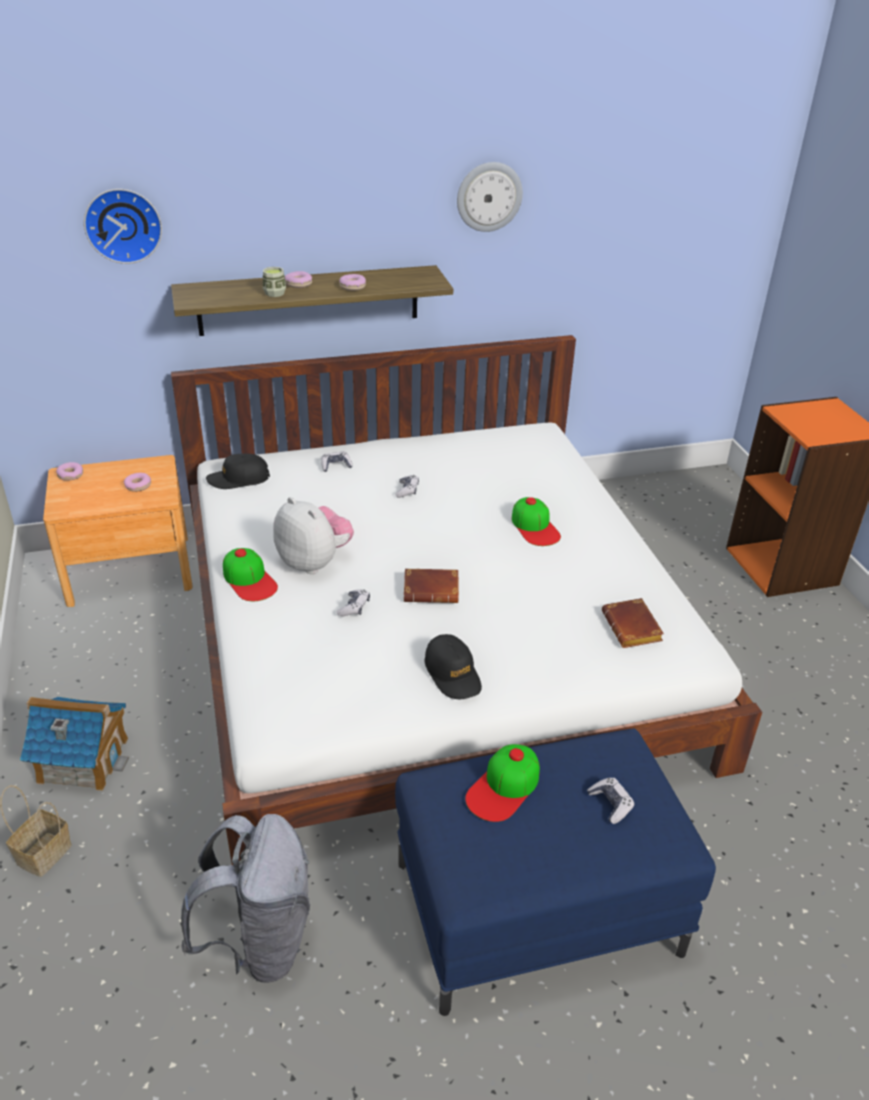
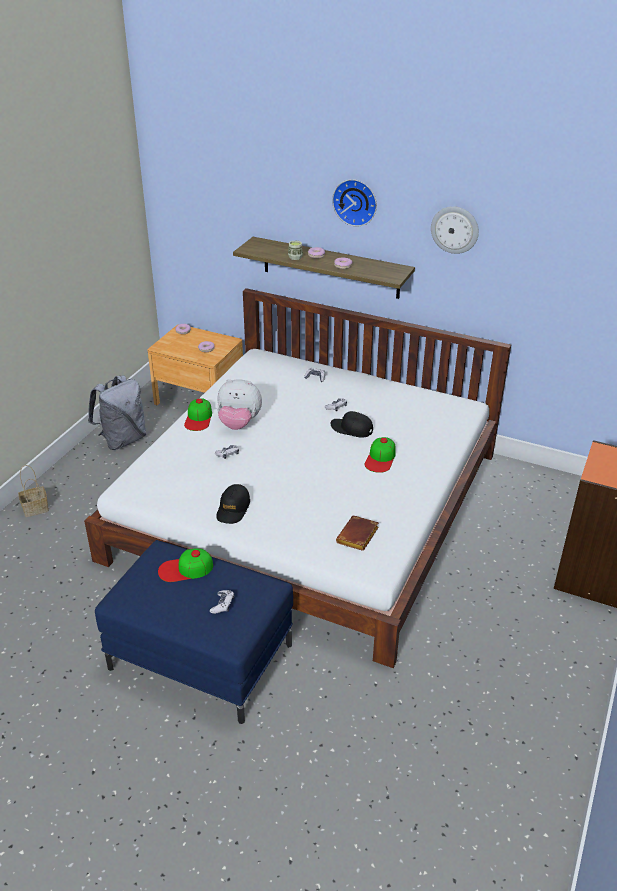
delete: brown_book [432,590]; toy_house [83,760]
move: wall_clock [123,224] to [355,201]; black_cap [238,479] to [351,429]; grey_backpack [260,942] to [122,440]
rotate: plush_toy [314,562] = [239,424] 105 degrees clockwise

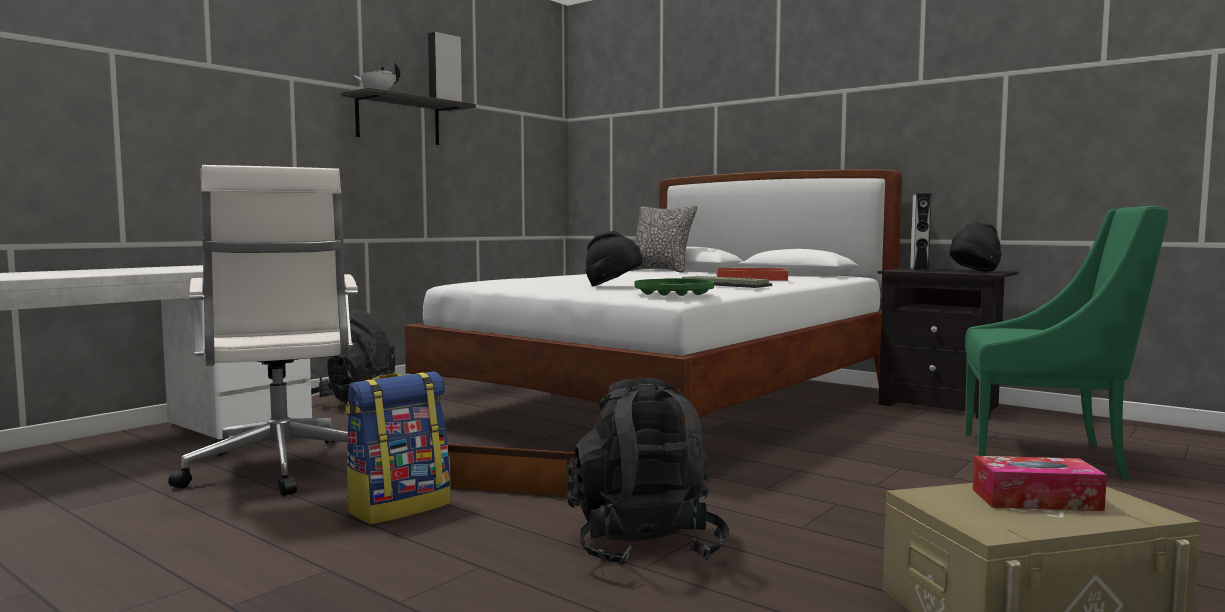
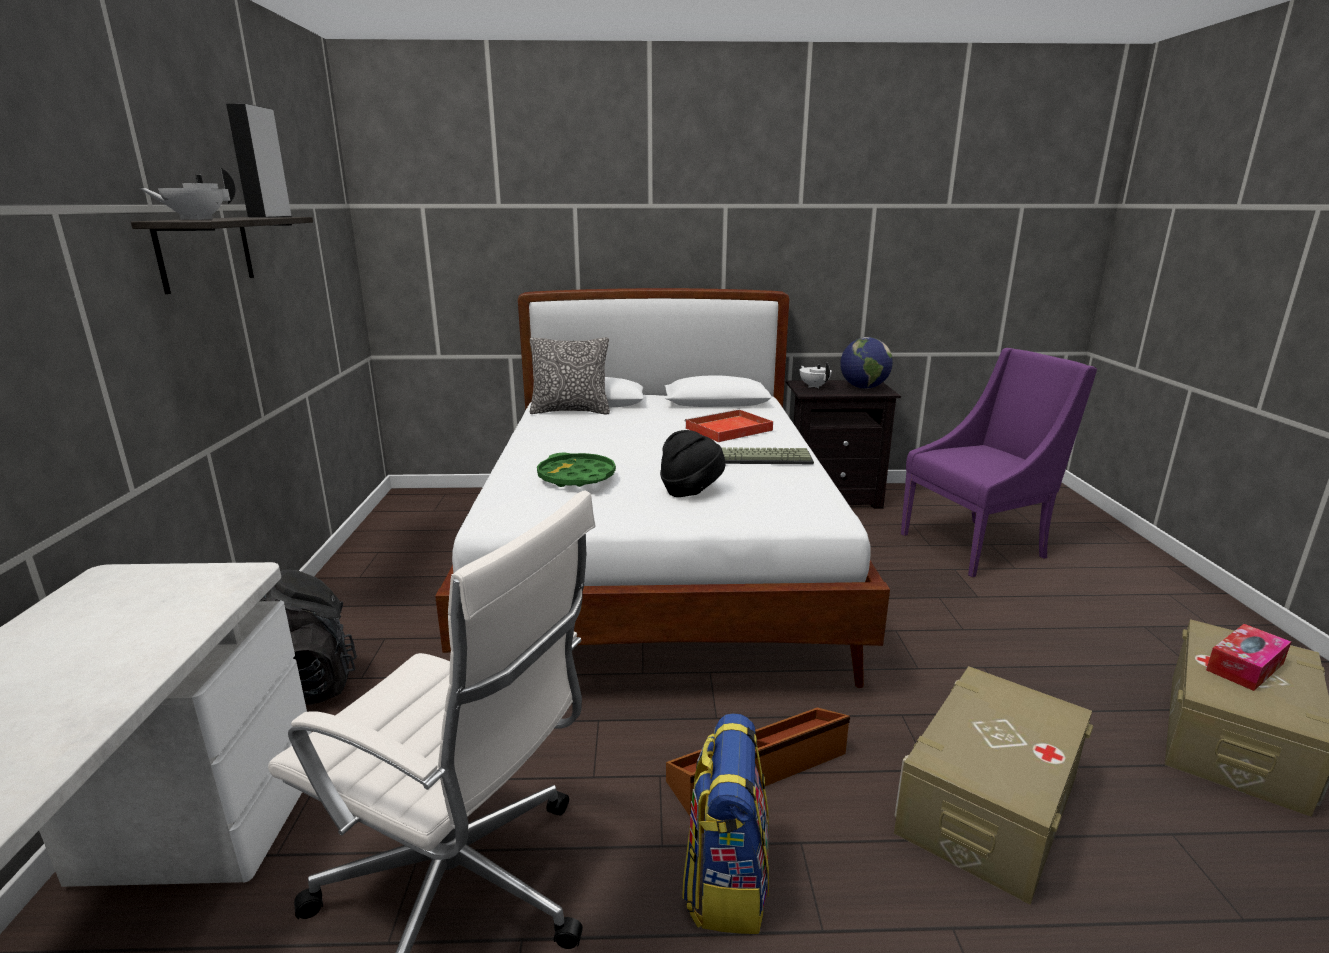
move: green_tray [674,293] to [576,477]
replace: grey_speaker [919,269] to white_teapot [814,386]; black_hat [974,271] to globe [863,387]; black_backpack [644,546] to beige_storage_box [988,804]
recolor: green_armchair [1046,456] to purple_armchair [976,545]

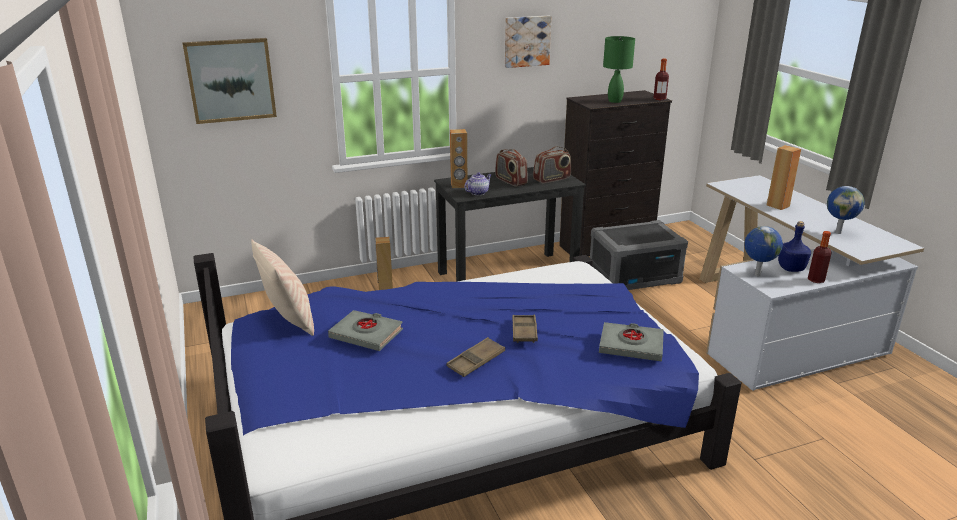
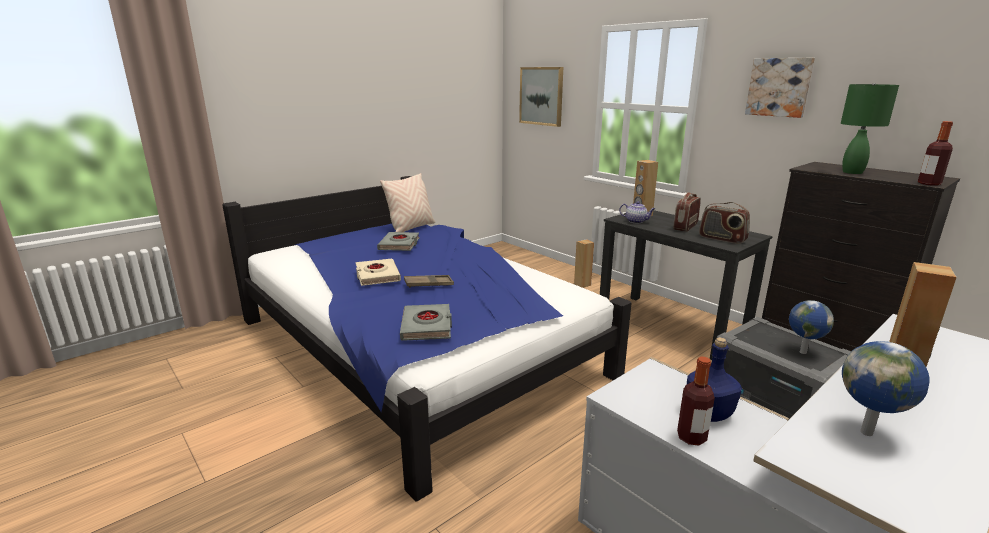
move: globe [756,275] to [802,352]
replace: brown_tray [476,361] to beige_book [377,276]

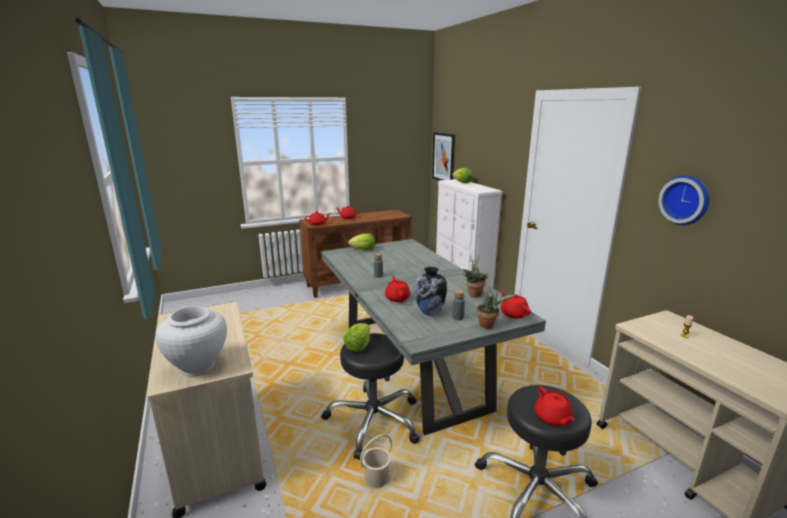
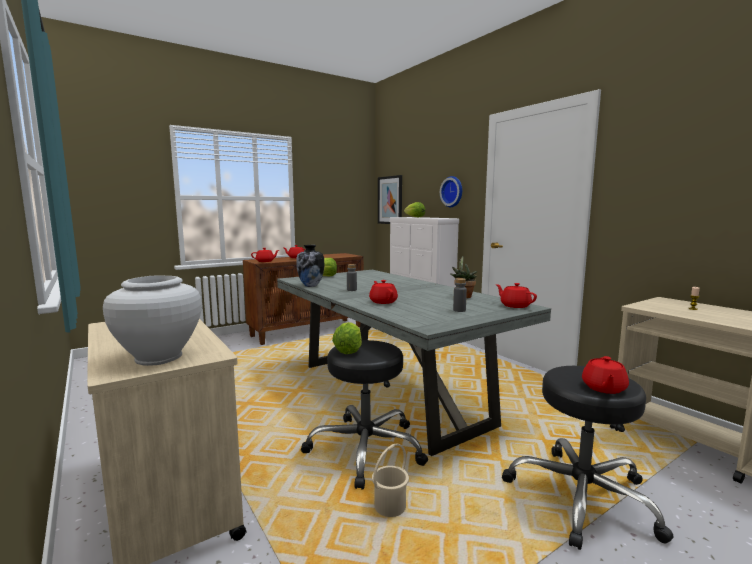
delete: potted_plant [489,325]
move: wall_clock [686,200] to [453,191]; vase [430,313] to [311,286]
rotate: red_teapot [552,418] = [603,388] 45 degrees clockwise

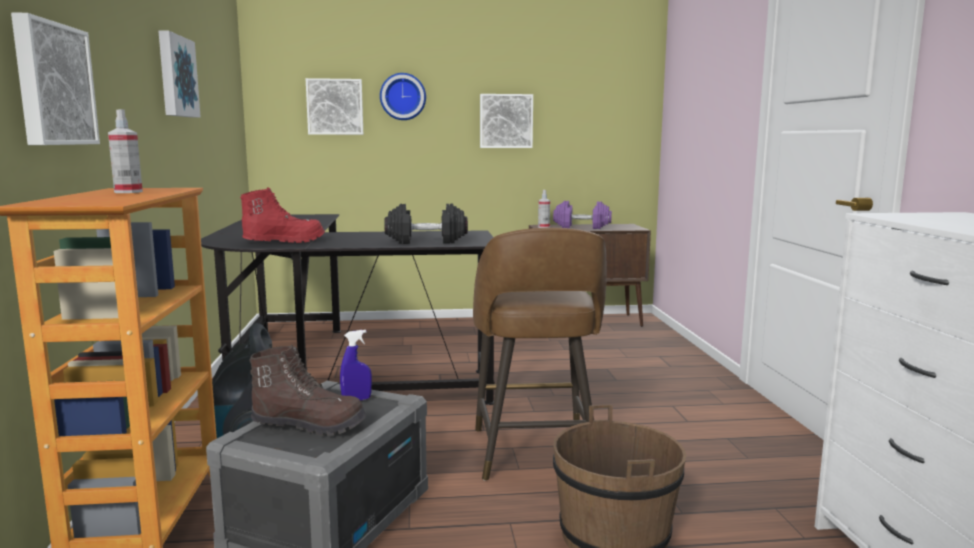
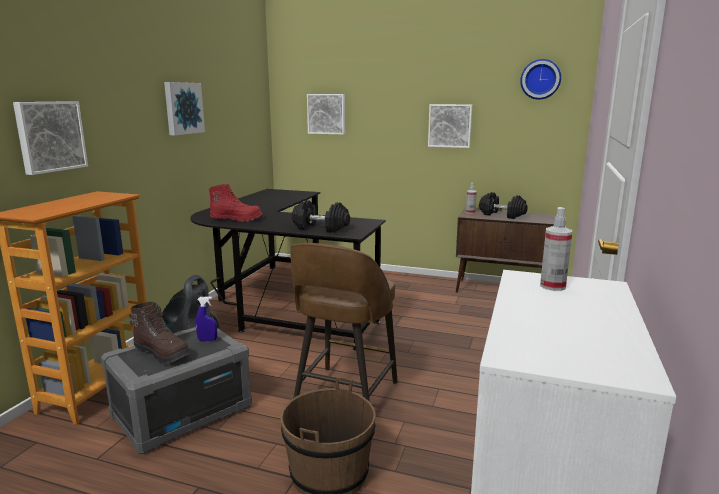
move: wall_clock [403,97] to [540,79]; spray_bottle [128,192] to [552,286]
recolor: purple_dumbbell [582,227] to black_dumbbell [502,215]

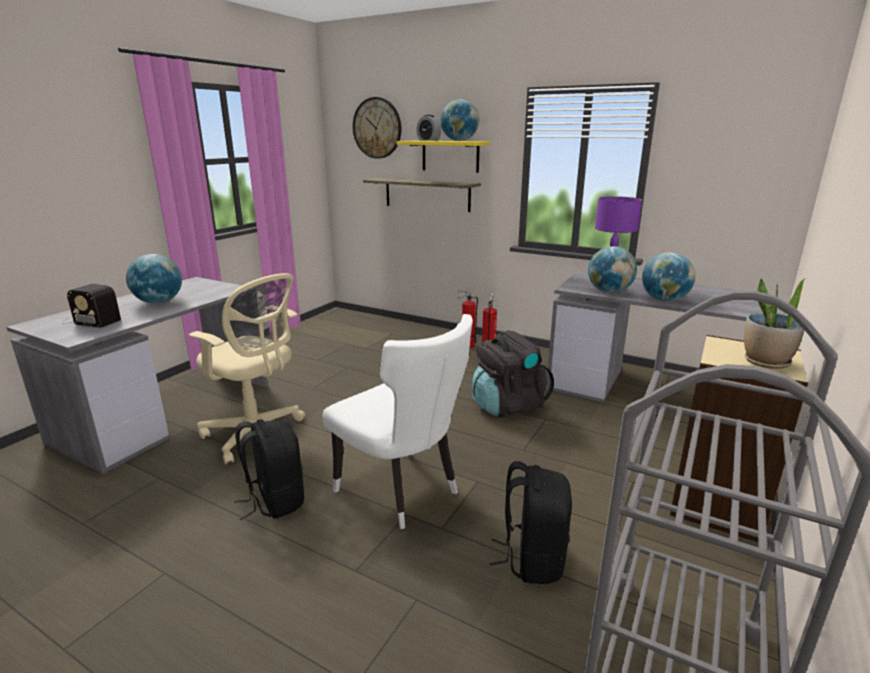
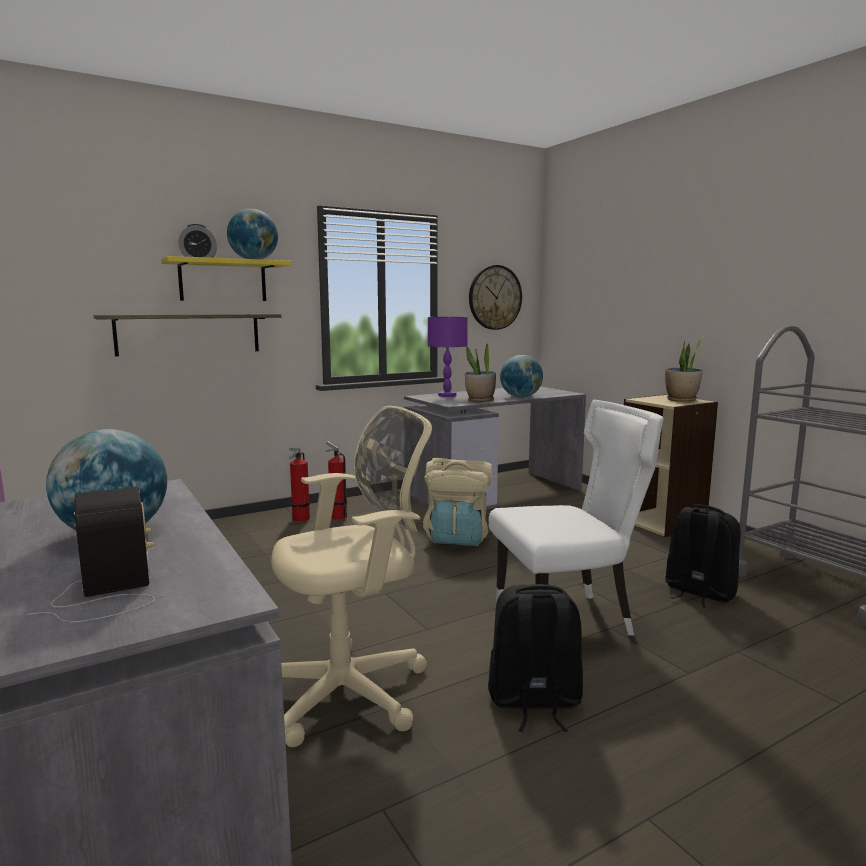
move: wall_clock [377,128] to [495,297]
replace: globe [609,292] to potted_plant [480,400]
recolor: black_backpack [507,405] to beige_backpack [457,538]
rotate: radio [90,320] = [109,589] 75 degrees counterclockwise

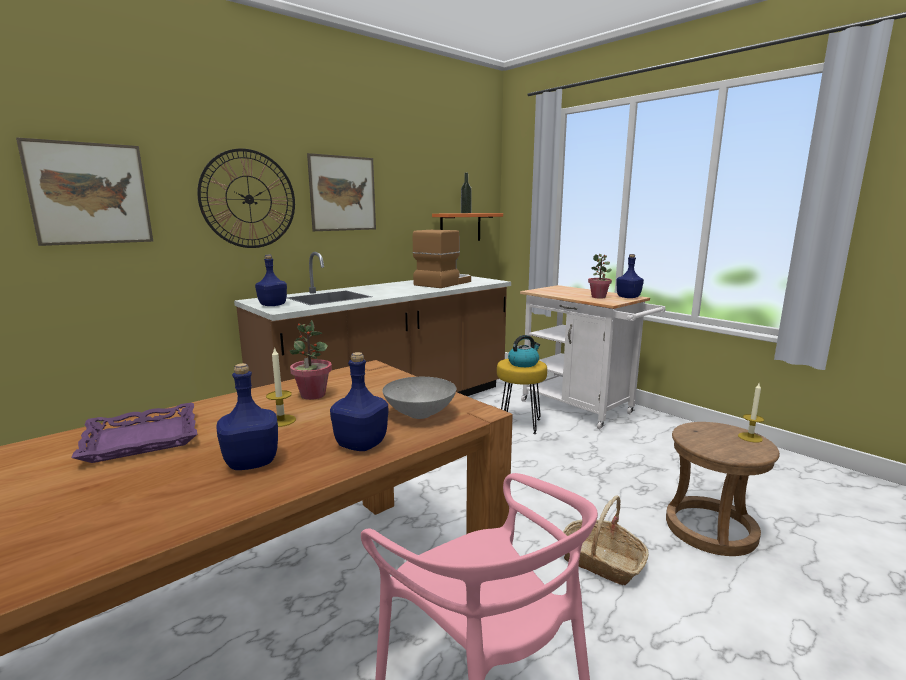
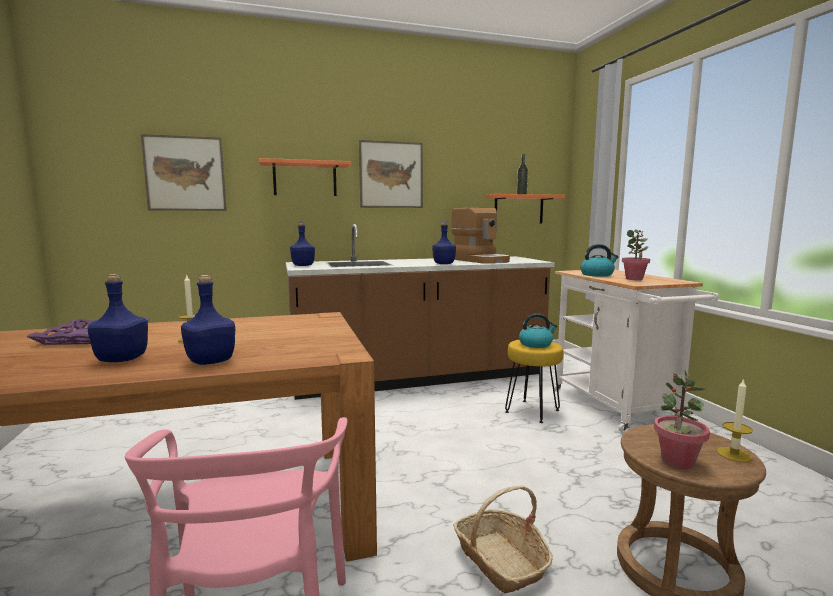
delete: grey_bowl [421,414]
insert: kettle [597,275]
move: blue_bottle [628,297] to [443,264]; potted_plant [312,395] to [677,461]
replace: wall_clock [249,199] to orange_shelf [305,179]
rotate: coffee_machine [442,283] = [480,260] 90 degrees clockwise

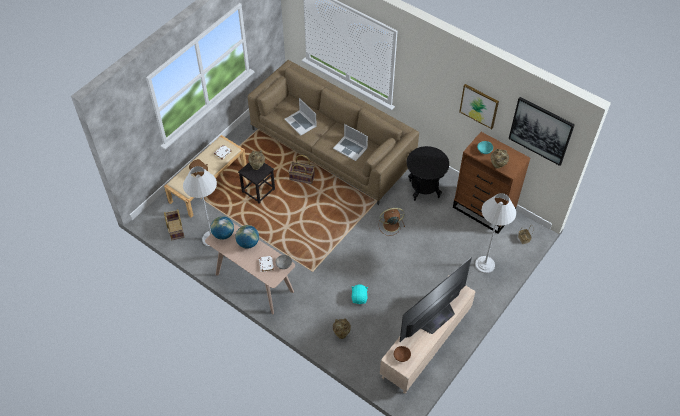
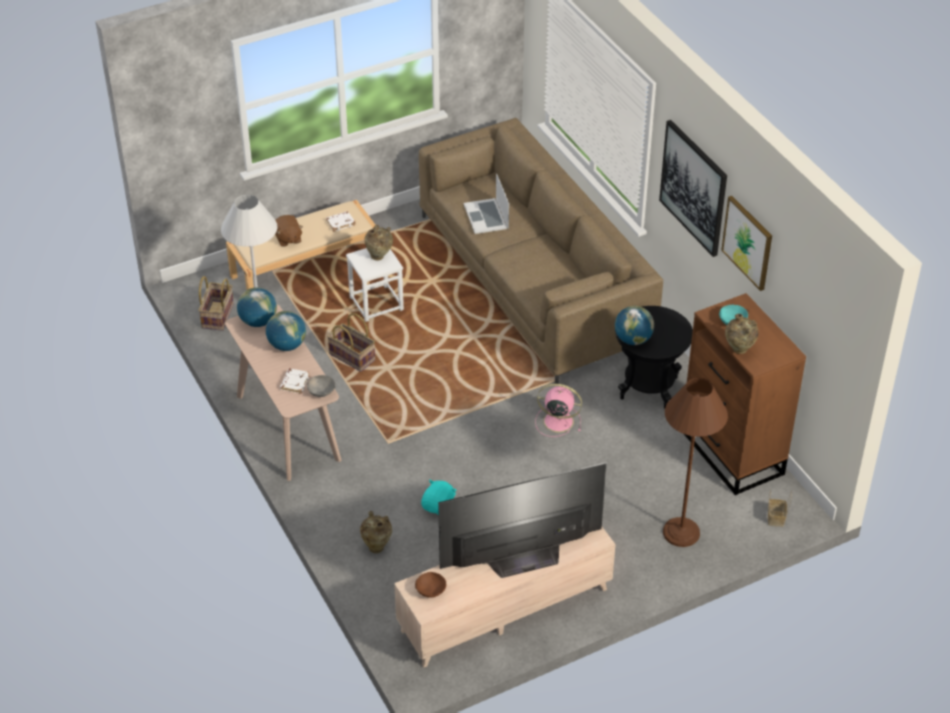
delete: laptop [350,148]
insert: globe [633,339]
move: picture [541,131] to [694,187]; basket [302,177] to [352,356]
recolor: black_stool [258,190] to white_stool [376,303]; white_floor_lamp [485,264] to brown_floor_lamp [681,532]; brown_fan [390,225] to pink_fan [557,421]

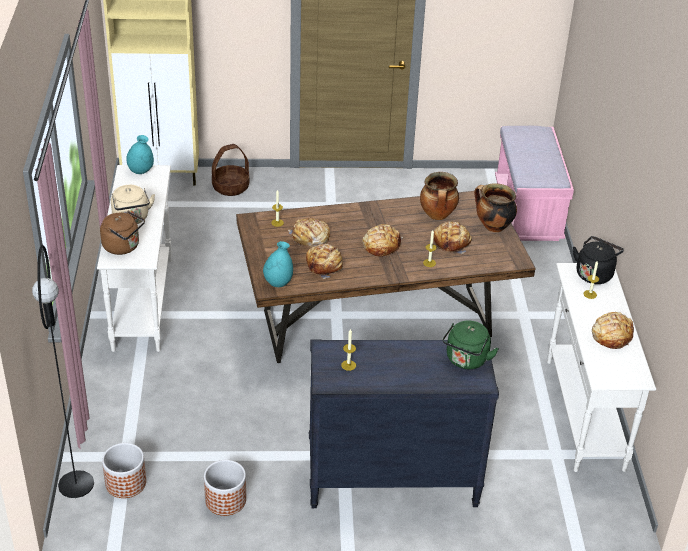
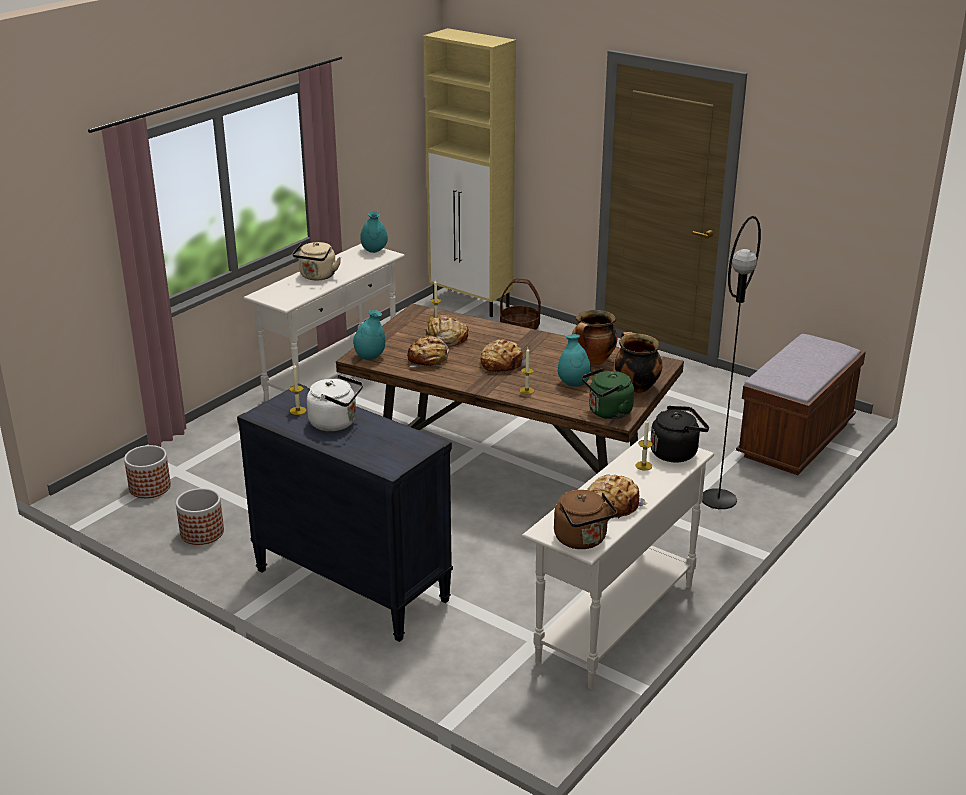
insert: white_kettle [336,423]
move: brown_kettle [123,247] to [582,540]; black_floor_lamp [76,484] to [718,499]; green_kettle [466,360] to [607,412]
replace: bread [452,242] to turquoise_vase [573,384]
recolor: pink_bench [527,211] to brown_bench [796,440]

